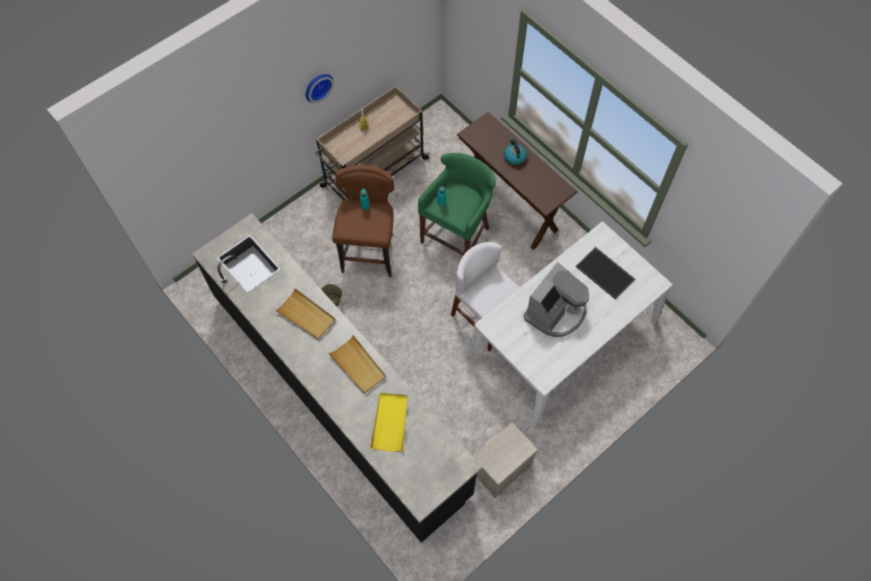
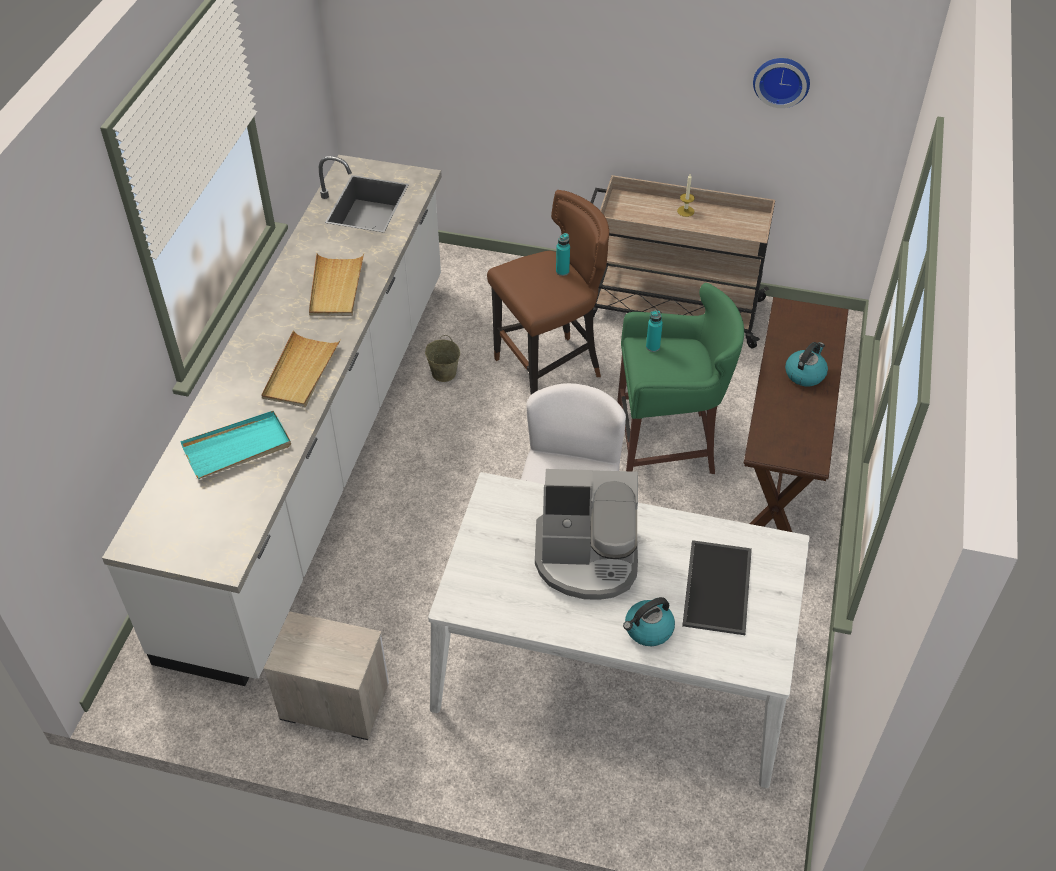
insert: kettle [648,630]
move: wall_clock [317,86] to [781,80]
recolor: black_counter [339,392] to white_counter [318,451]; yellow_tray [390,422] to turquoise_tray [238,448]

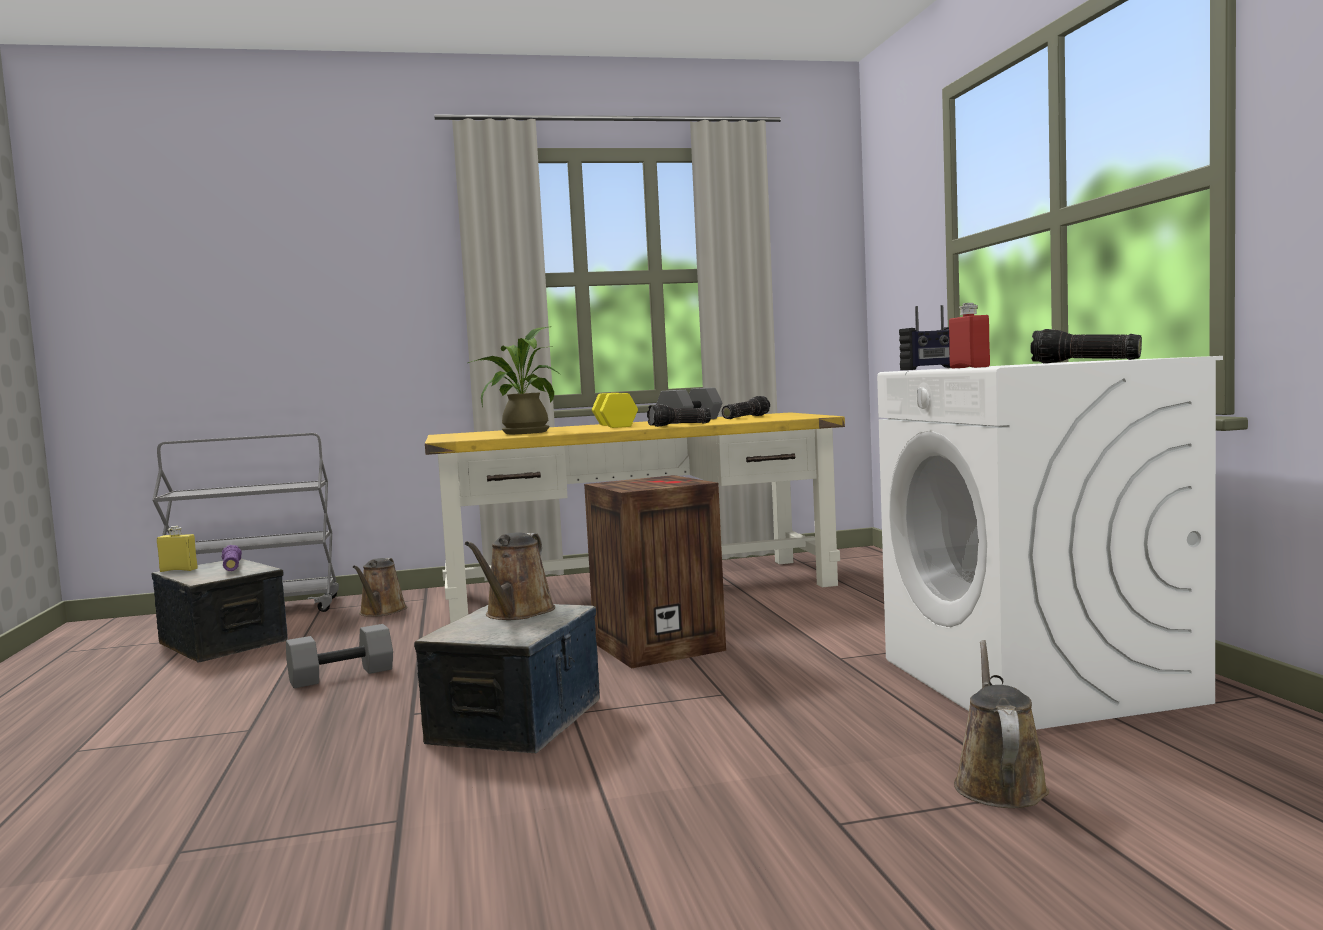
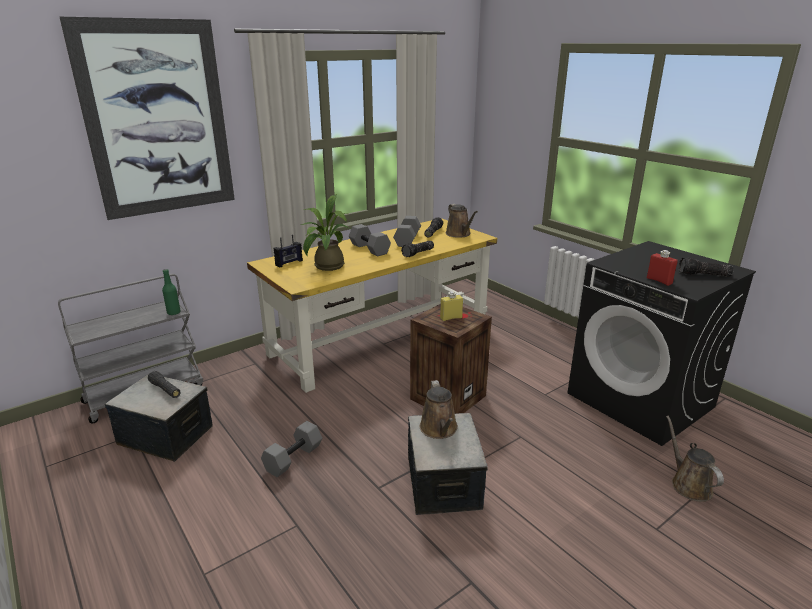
insert: picture [158,120]; green_bottle [174,312]
move: radio [931,368] to [289,263]; yellow_bottle [178,570] to [451,318]; brown_watering_can [381,612] to [459,234]
recolor: white_washing_machine [1038,680] to black_washing_machine [641,400]; yellow_dumbbell [616,425] to grey_dumbbell [370,249]; purple_flashlight [232,568] to black_flashlight [165,390]

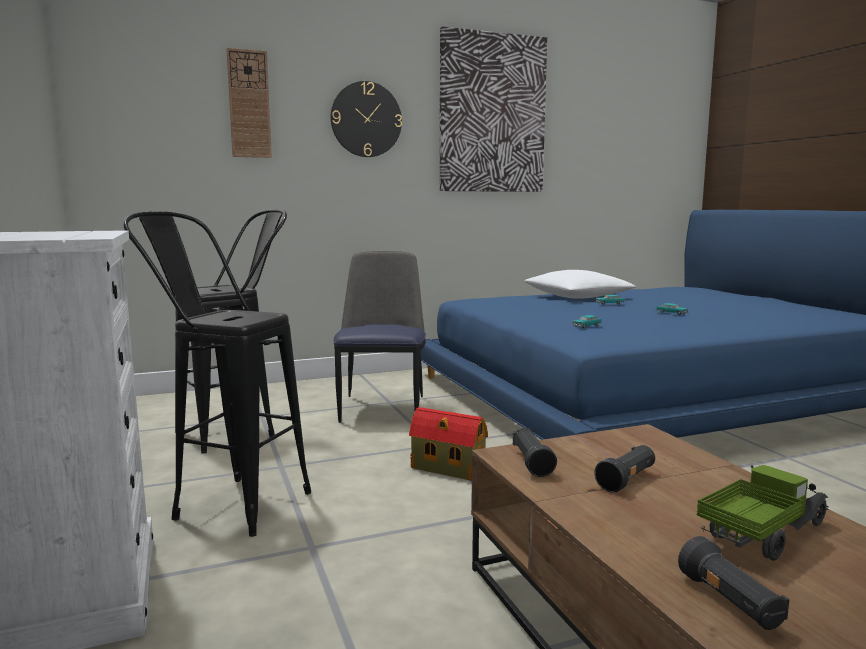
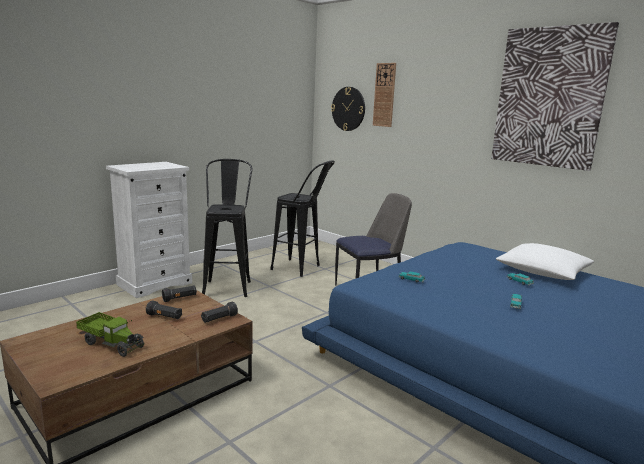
delete: toy_house [446,468]
move: wall_clock [366,119] to [348,109]; black_flashlight [730,603] to [219,319]

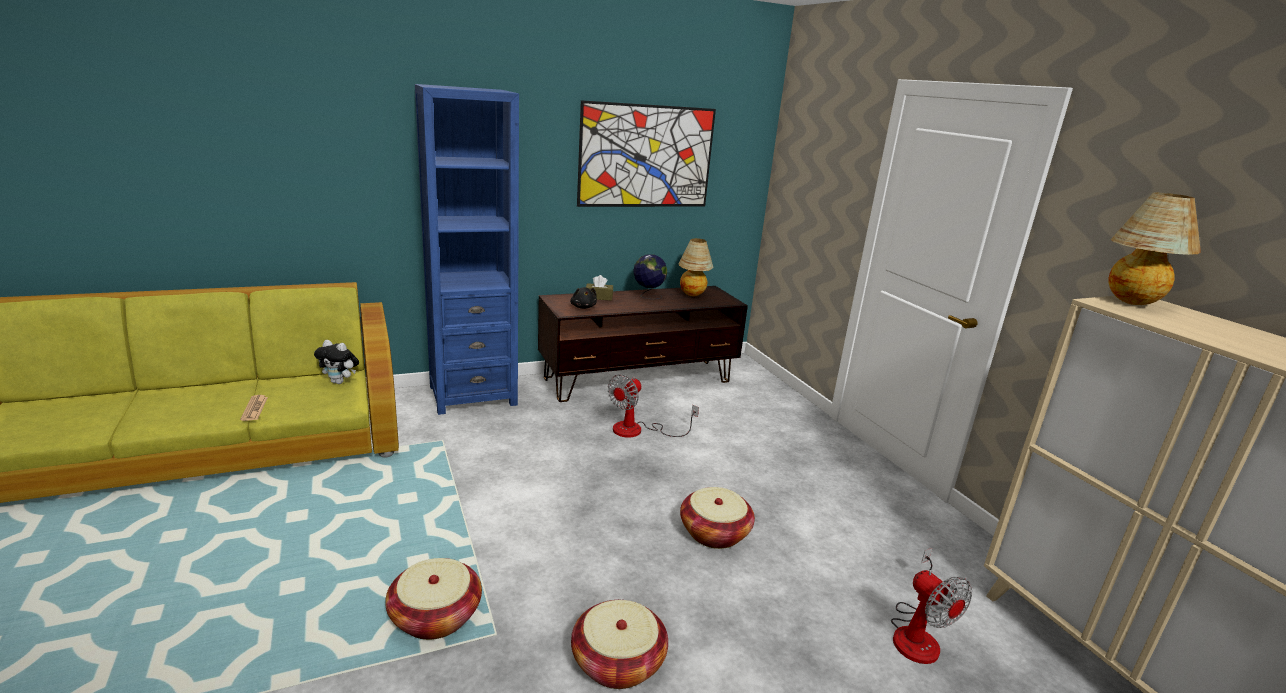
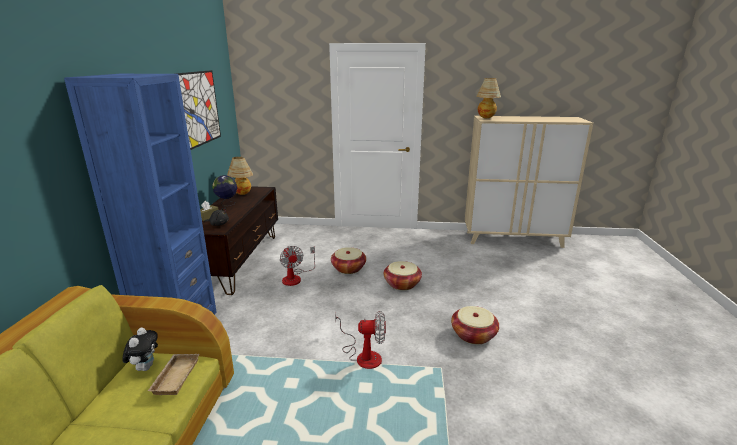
delete: newspaper [254,408]
insert: beige_tray [175,376]
move: fan [917,634] to [363,355]; basket [435,616] to [348,268]
rotate: plush_toy [340,382] = [145,367] 45 degrees counterclockwise

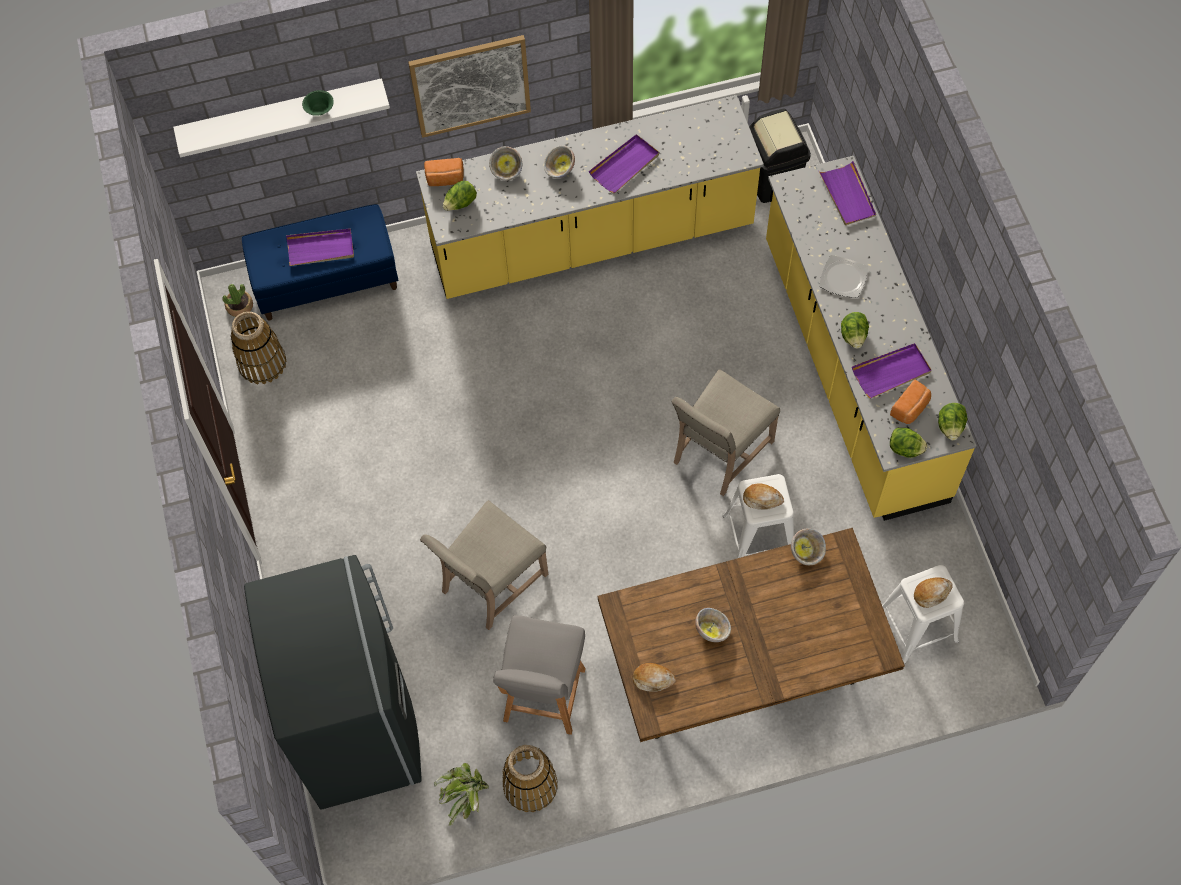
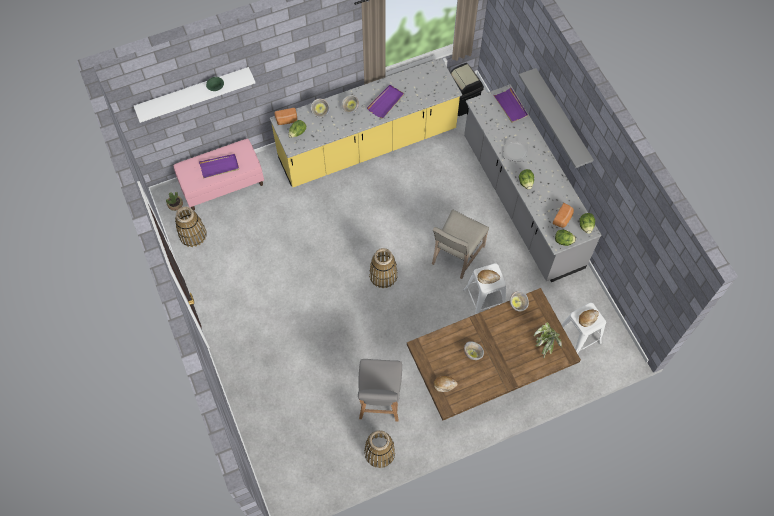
delete: picture [470,85]; purple_tray [891,372]; beige_chair [490,583]; grey_fridge [359,724]
insert: grey_shelf [562,118]; basket [383,275]
move: potted_plant [464,798] to [545,343]
recolor: yellow_counter [852,370] to grey_counter [521,202]; blue_bench [327,280] to pink_bench [223,184]

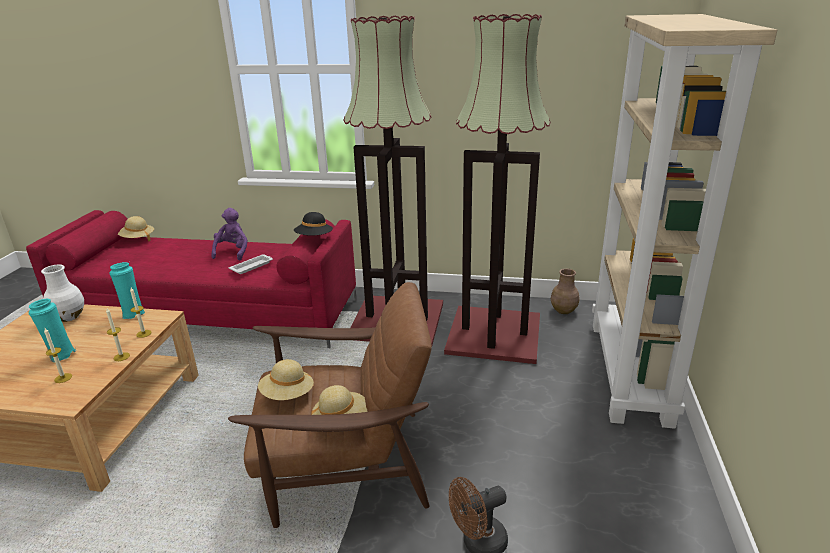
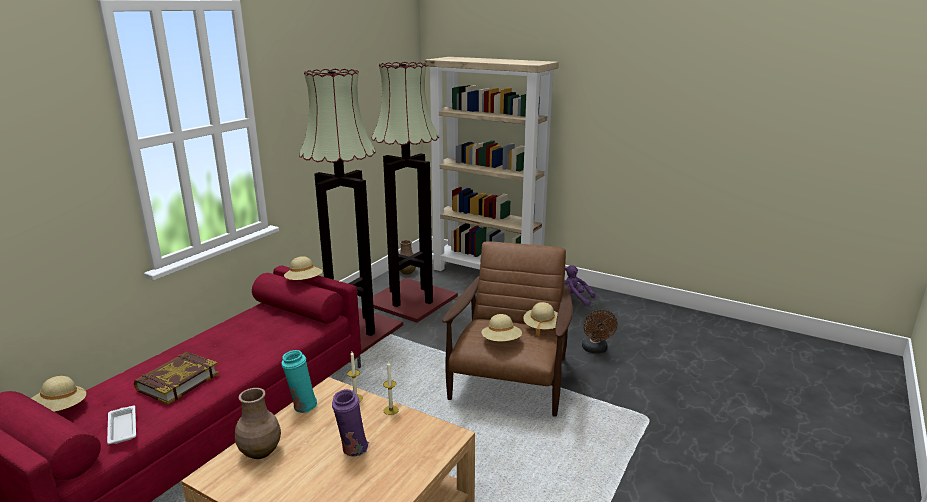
delete: candle [63,378]
insert: book [177,382]
move: purple_plush_toy [233,252] to [575,299]; white_tray [252,266] to [122,427]
recolor: black_hat [314,238] to beige_hat [304,282]; white_vase [69,317] to brown_vase [259,452]; turquoise_vase [60,355] to purple_vase [352,449]

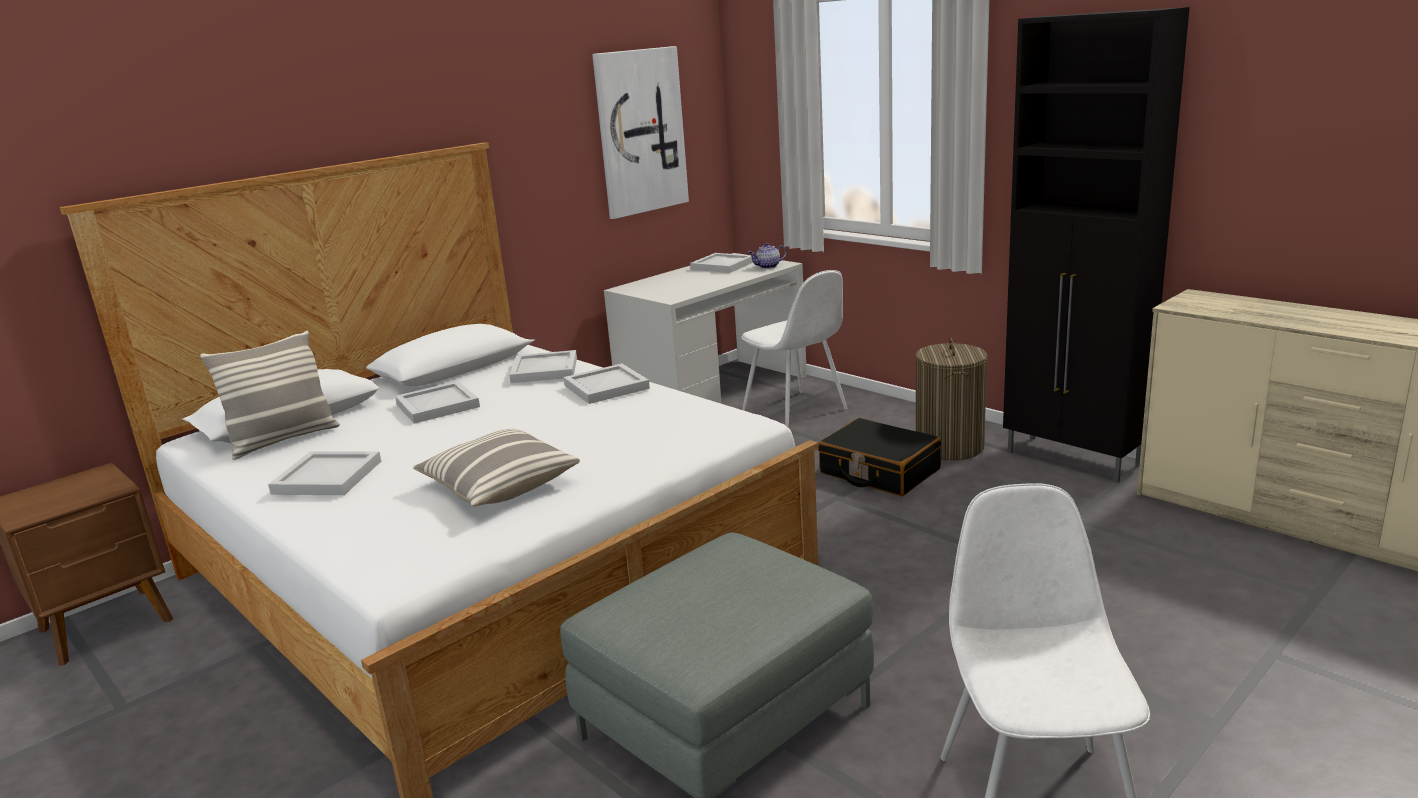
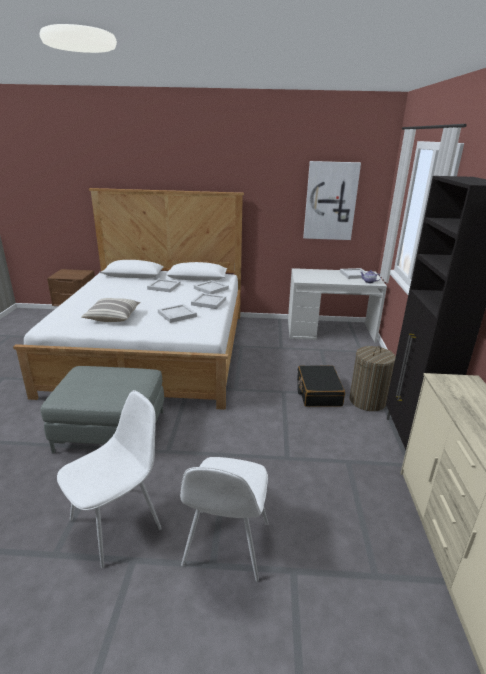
delete: pillow [283,440]
move: white_chair [796,411] to [226,546]; white_tray [325,478] to [176,314]

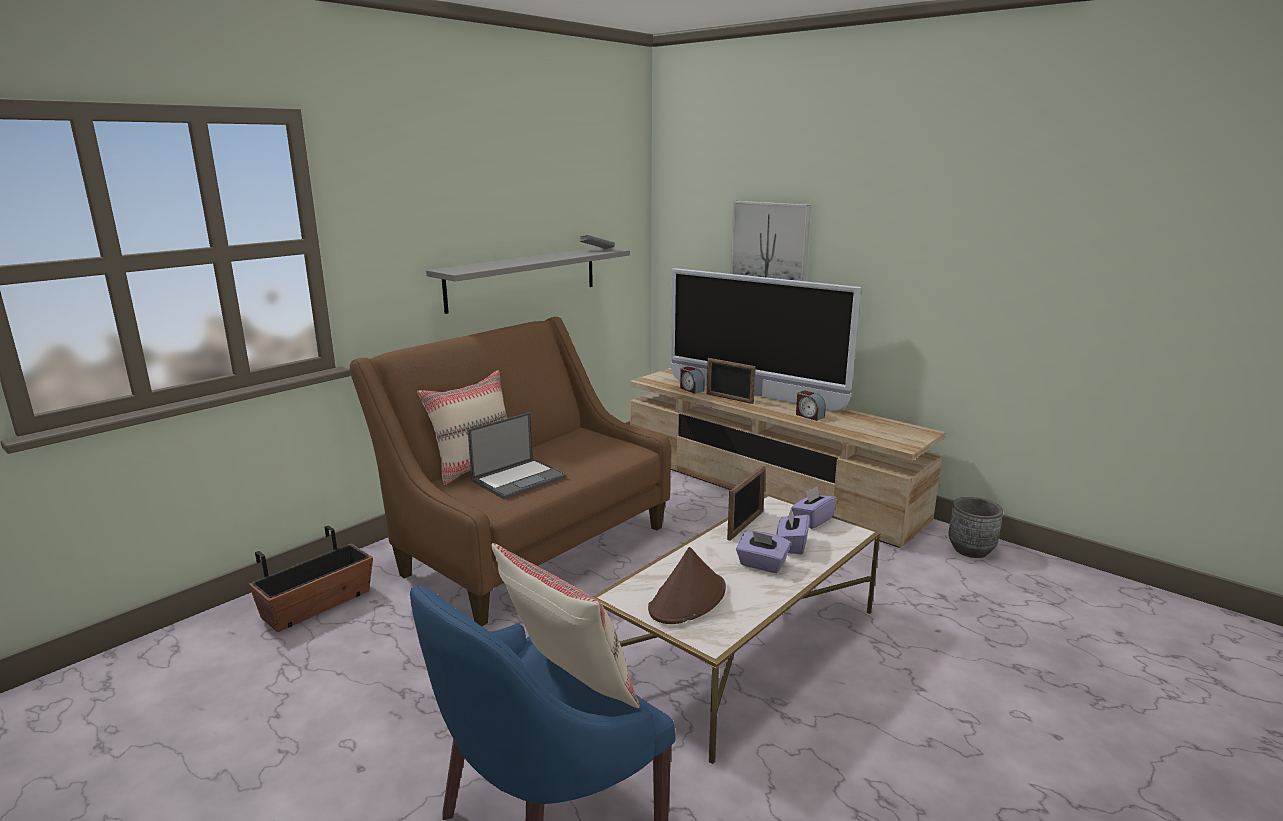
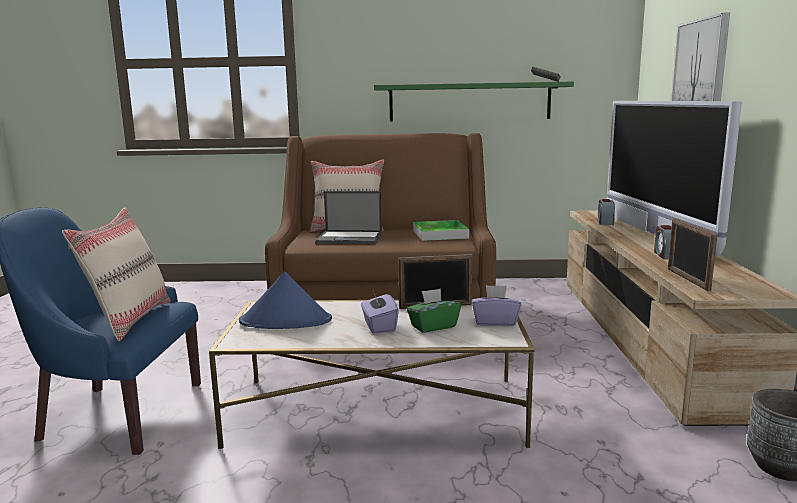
delete: planter [317,605]
insert: tray [440,234]
move: picture_frame [729,398] to [687,279]
recolor: grey_shelf [523,278] to green_shelf [469,102]; purple_tissue_box [791,545] to green_tissue_box [433,326]; brown_hat [688,599] to blue_hat [286,321]

